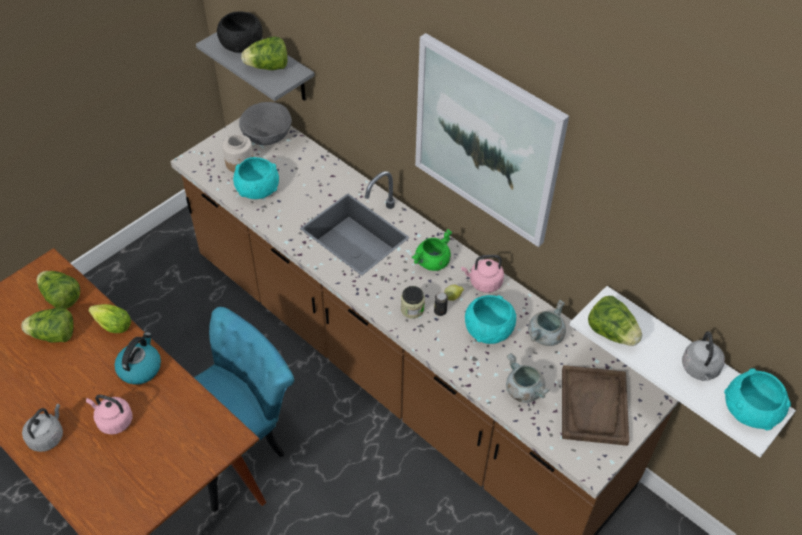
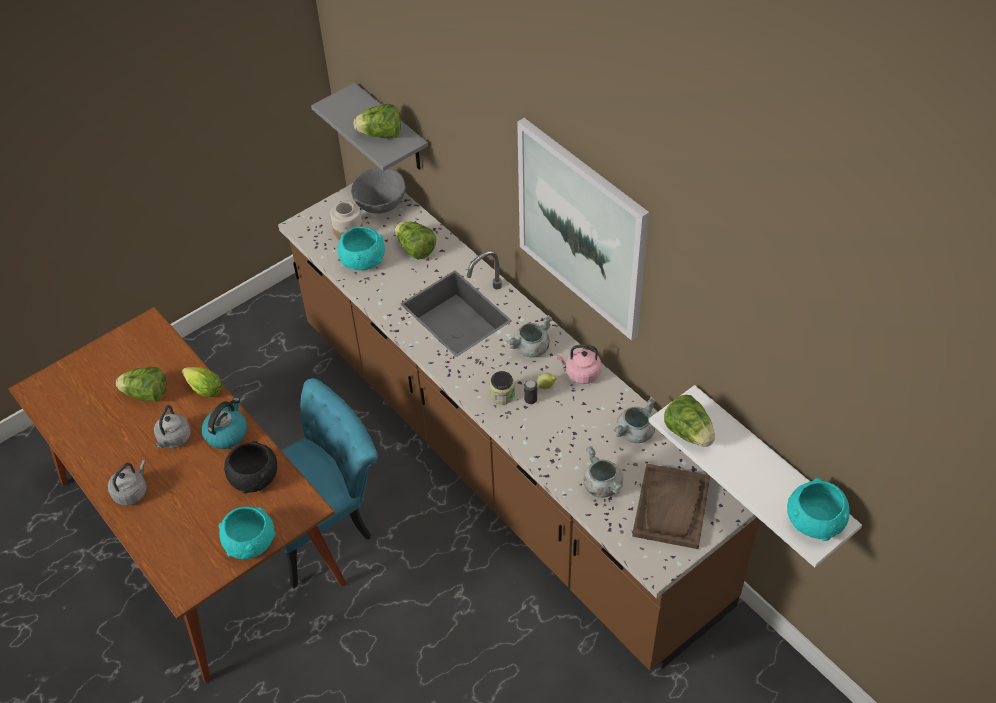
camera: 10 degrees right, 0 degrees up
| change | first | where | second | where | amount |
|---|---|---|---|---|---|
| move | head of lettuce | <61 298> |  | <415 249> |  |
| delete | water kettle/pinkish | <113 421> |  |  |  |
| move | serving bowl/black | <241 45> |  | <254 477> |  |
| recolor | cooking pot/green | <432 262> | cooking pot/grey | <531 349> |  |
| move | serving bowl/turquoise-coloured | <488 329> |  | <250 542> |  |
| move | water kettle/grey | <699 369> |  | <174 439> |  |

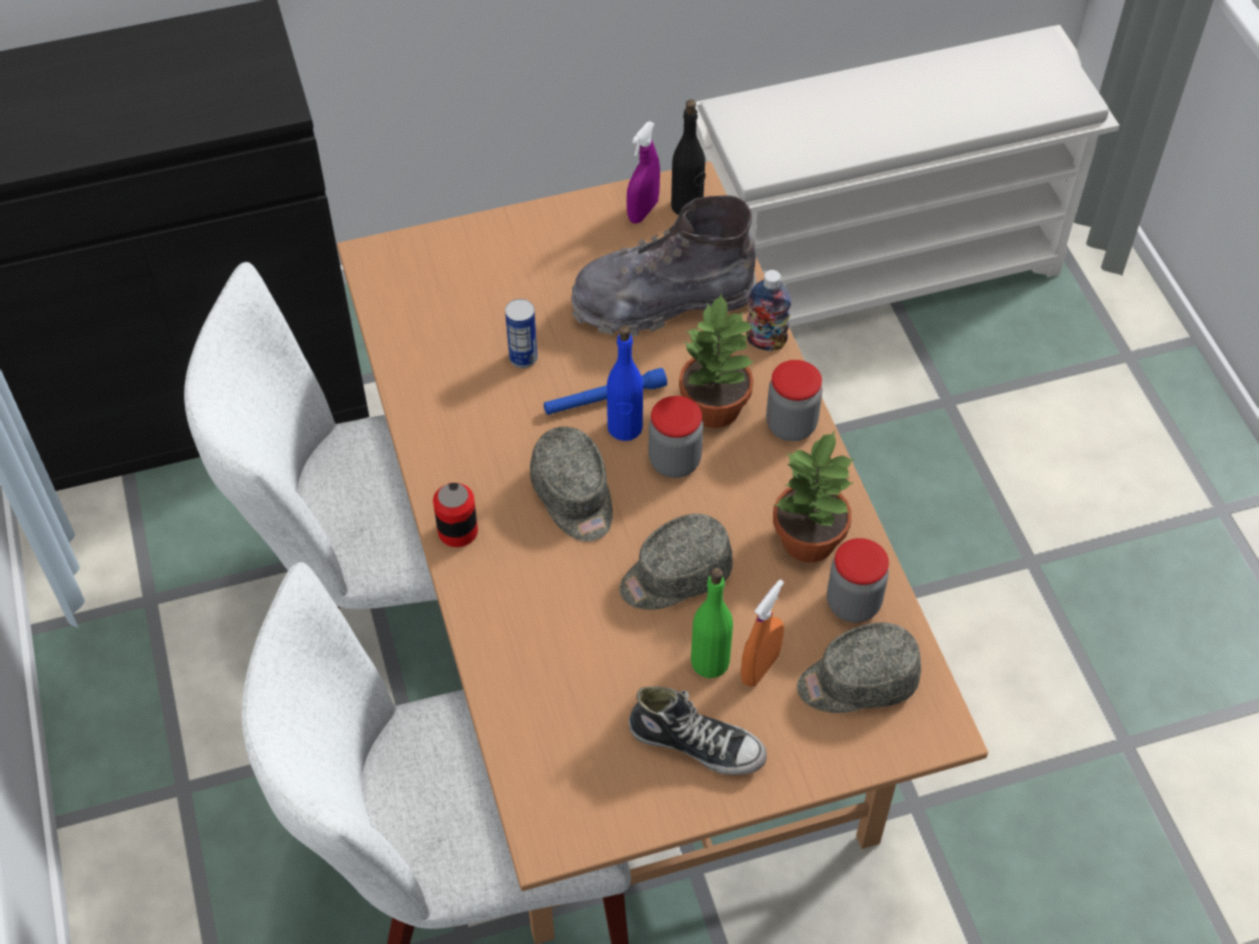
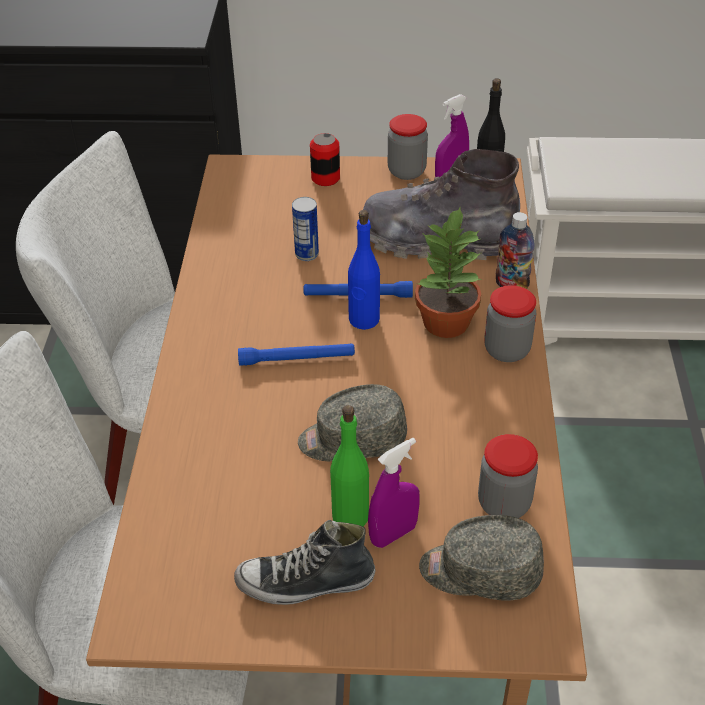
camera: 20 degrees right, 10 degrees down
| change | first | where | second | where | amount |
|---|---|---|---|---|---|
| move | can | <458 531> |  | <325 178> |  |
| replace | cap/grey | <574 497> | hand torch/blue | <297 359> |  |
| rotate | low shoe | <697 744> |  | <305 582> | 135 degrees clockwise |
| move | jar | <674 461> |  | <406 171> |  |
| recolor | hand sprayer/orangey | <760 668> | hand sprayer/purple-coloured | <393 534> |  |
| delete | plant in a pot | <807 540> |  |  |  |

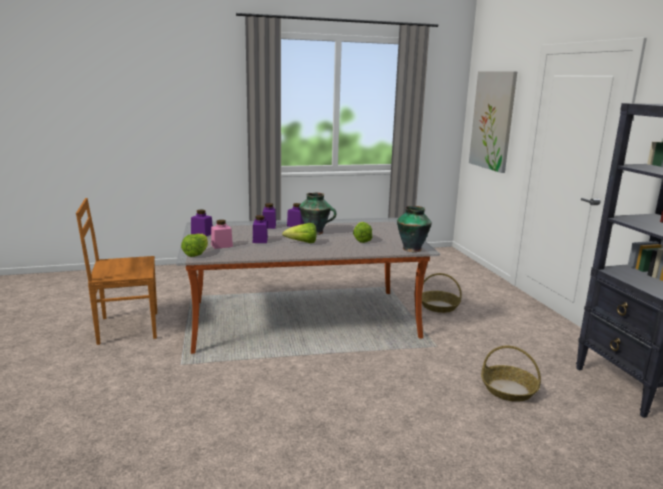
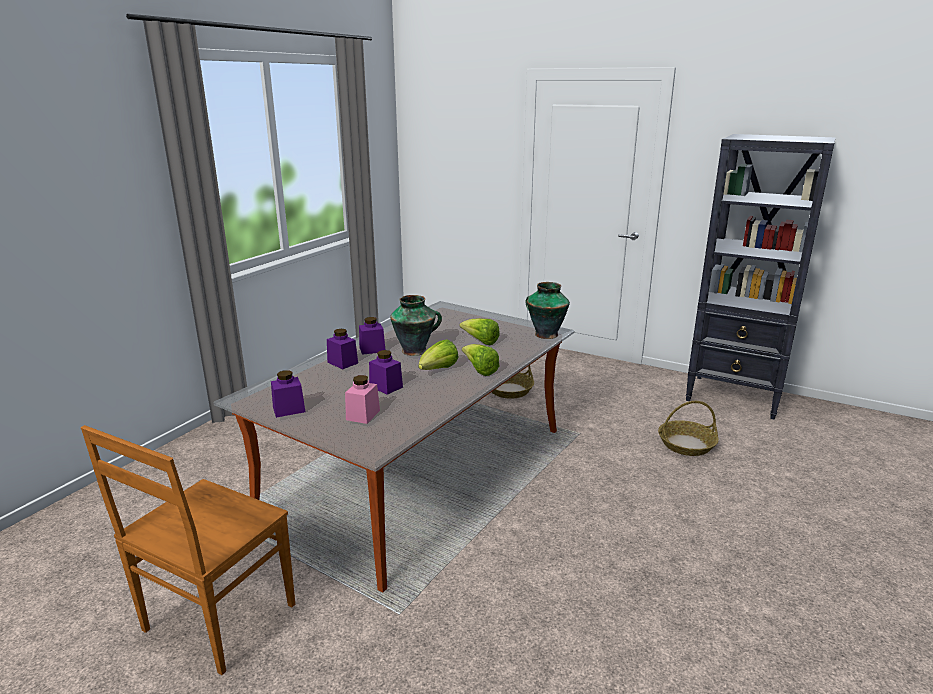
camera: 45 degrees left, 5 degrees up
| change | first | where | second | where | amount |
|---|---|---|---|---|---|
| move | head of lettuce | <196 253> |  | <479 370> |  |
| delete | wall art | <492 120> |  |  |  |

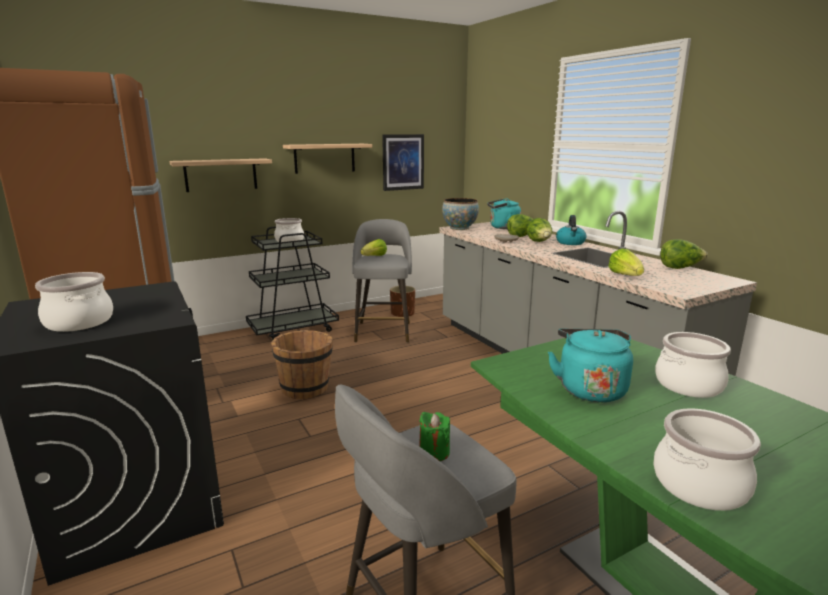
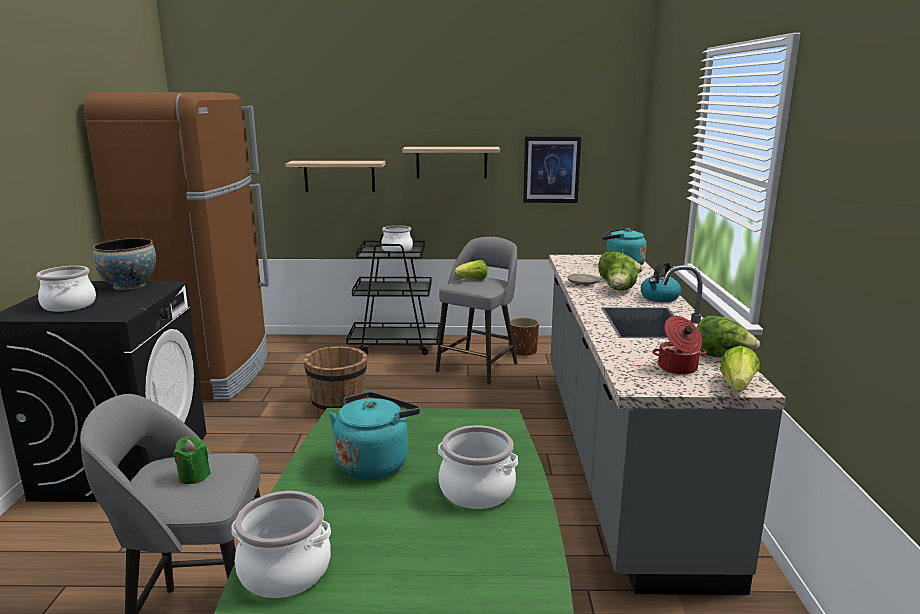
camera: 30 degrees right, 0 degrees up
| change | first | where | second | where | amount |
|---|---|---|---|---|---|
| move | serving bowl | <459 228> |  | <130 286> |  |
| move | head of lettuce | <625 276> |  | <737 386> |  |
| insert |  |  | cooking pot | <678 368> |  |

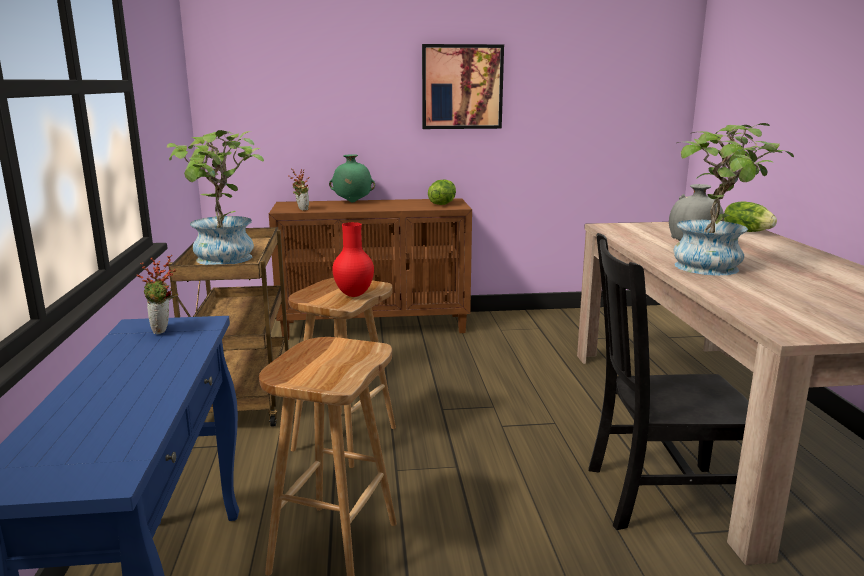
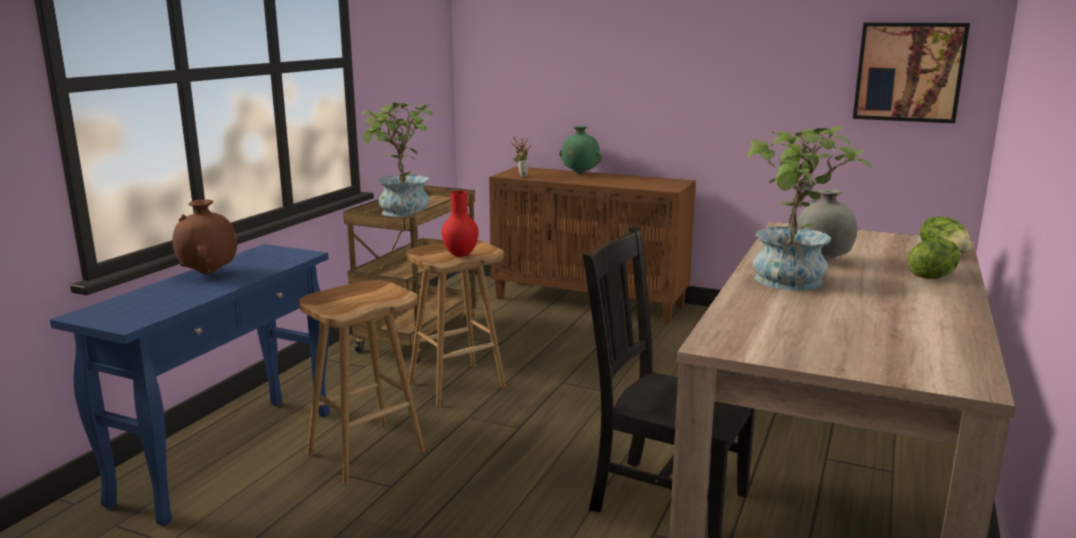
camera: 30 degrees right, 0 degrees up
| change | first | where | second | where | amount |
|---|---|---|---|---|---|
| delete | plant in a pot | <163 330> |  |  |  |
| move | wall art | <462 87> |  | <909 72> |  |
| move | head of lettuce | <442 204> |  | <932 276> |  |
| insert |  |  | flower vase/brown | <209 274> |  |

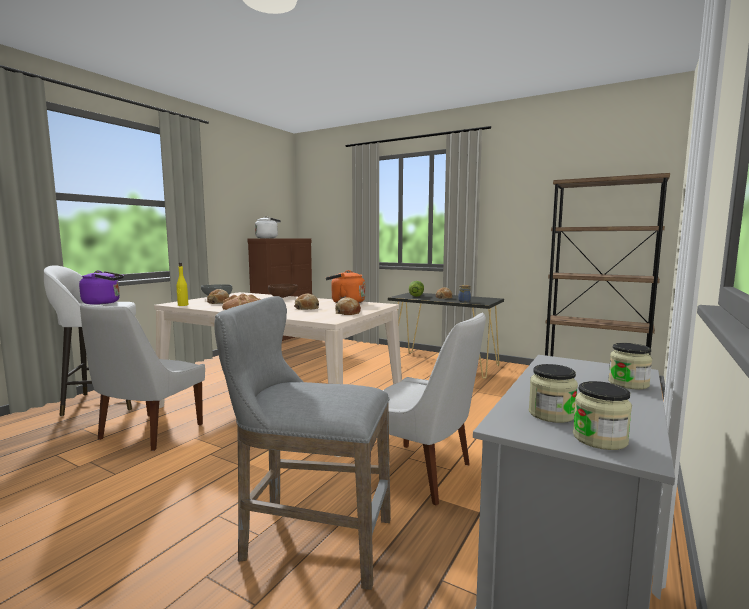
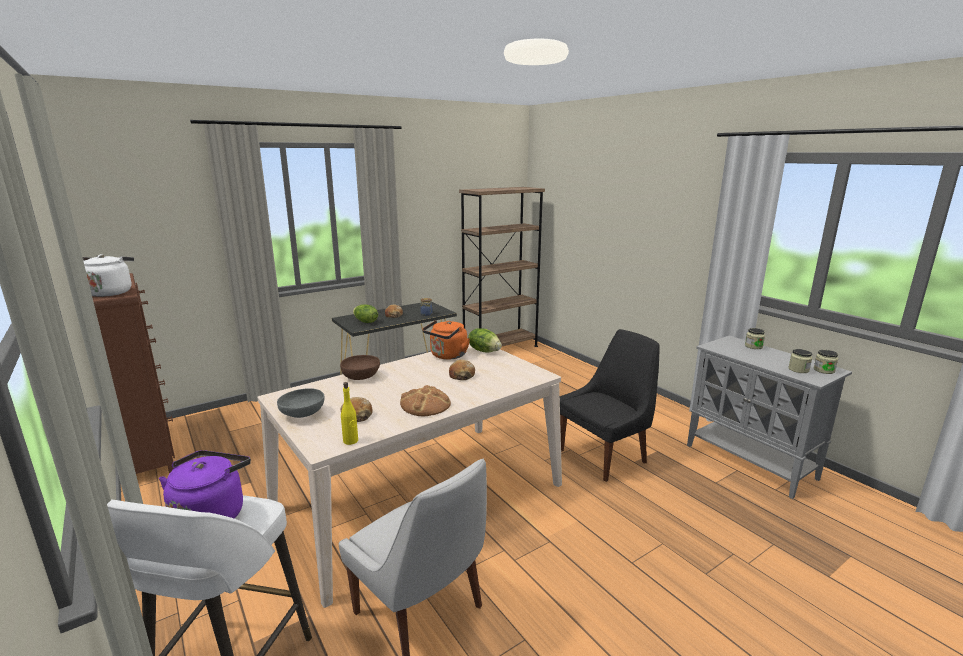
camera: 65 degrees left, 10 degrees up
| change | first | where | second | where | amount |
|---|---|---|---|---|---|
| delete | stool seat/grey | <308 540> |  |  |  |
| delete | bakery bread | <347 313> |  |  |  |
| recolor | plain chair/white | <423 473> | plain chair/black | <604 455> |  |
| insert |  |  | head of lettuce | <484 351> |  |

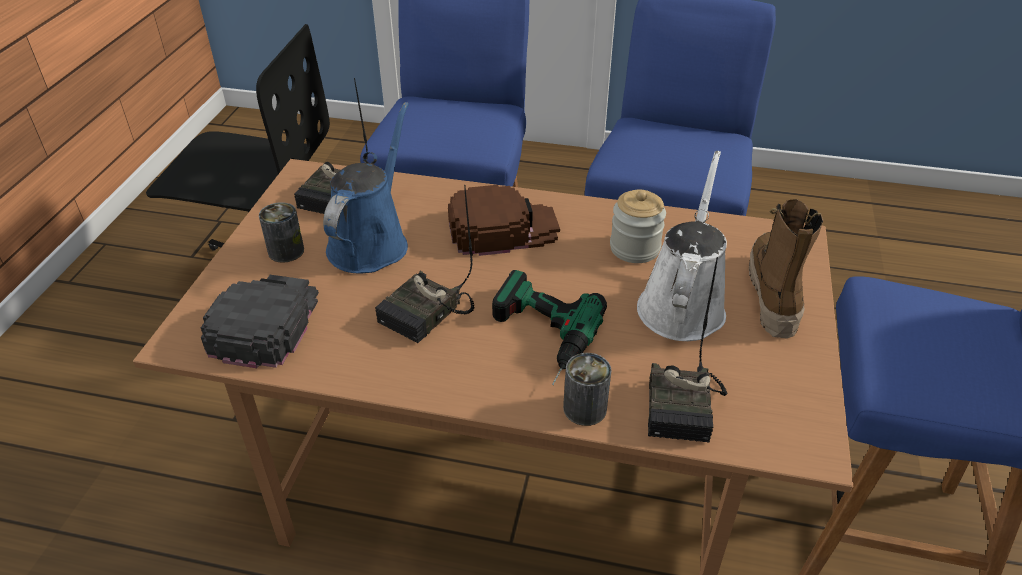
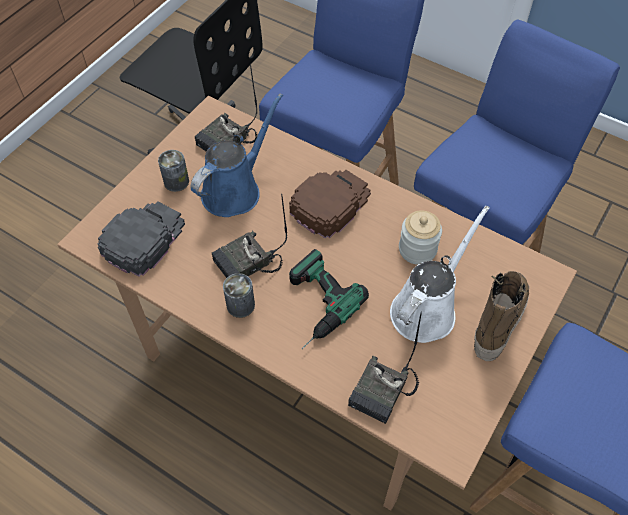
camera: 20 degrees right, 15 degrees up
| change | first | where | second | where | amount |
|---|---|---|---|---|---|
| rotate | cap/brown | <502 228> |  | <330 203> | 60 degrees counterclockwise |
| move | can | <585 408> |  | <240 305> |  |

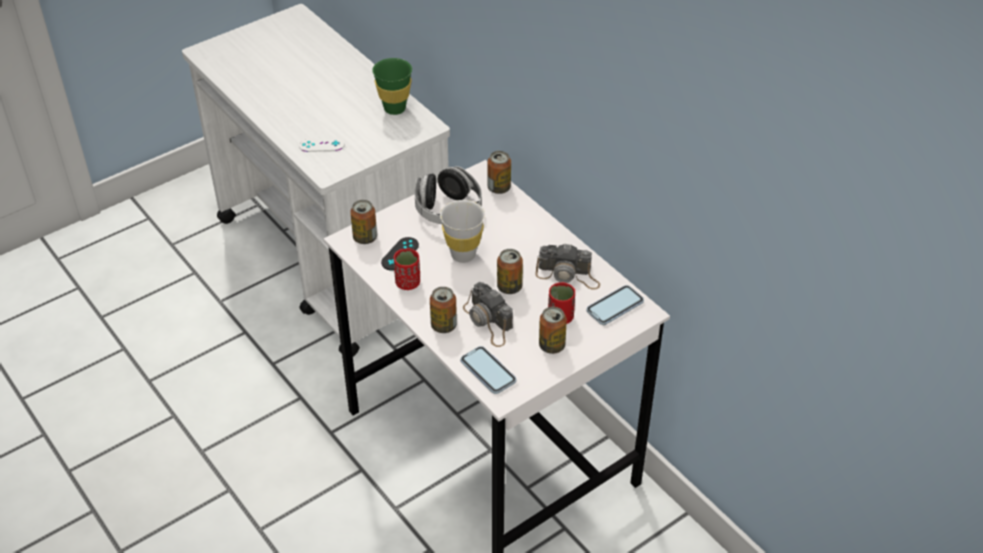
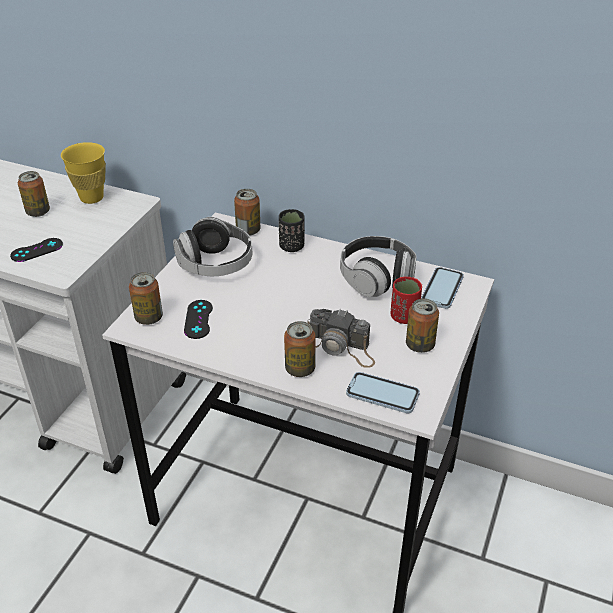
camera: 30 degrees left, 5 degrees down
| change | first | where | second | where | amount |
|---|---|---|---|---|---|
| recolor | joypad/white | <322 145> | joypad/black | <37 250> |  |
| recolor | small cup/green | <394 108> | small cup/yellow-coloured | <92 198> |  |
| delete | small cup/reddish | <408 283> |  |  |  |
| delete | small cup/white | <463 254> |  |  |  |
| move | can | <509 287> |  | <38 212> |  |
| replace | still camera | <568 275> | headphones | <377 279> |  |
| insert |  |  | small cup/black | <291 246> |  |

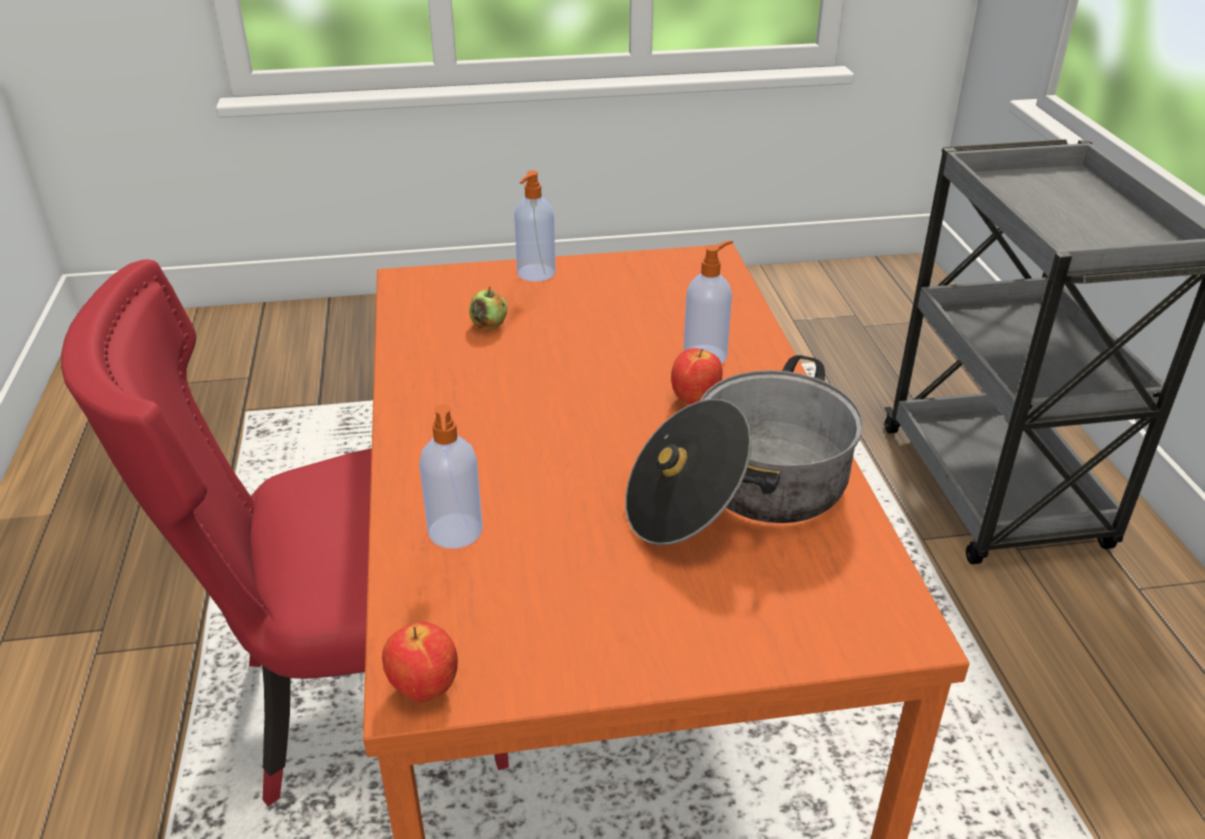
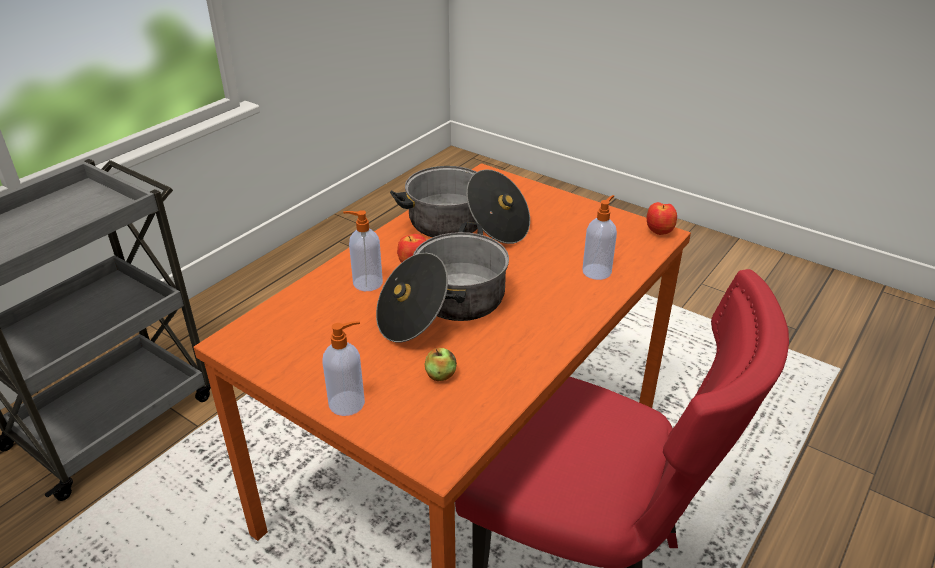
camera: 135 degrees left, 0 degrees up
| change | first | where | second | where | amount |
|---|---|---|---|---|---|
| insert |  |  | cooking pot | <443 307> |  |

